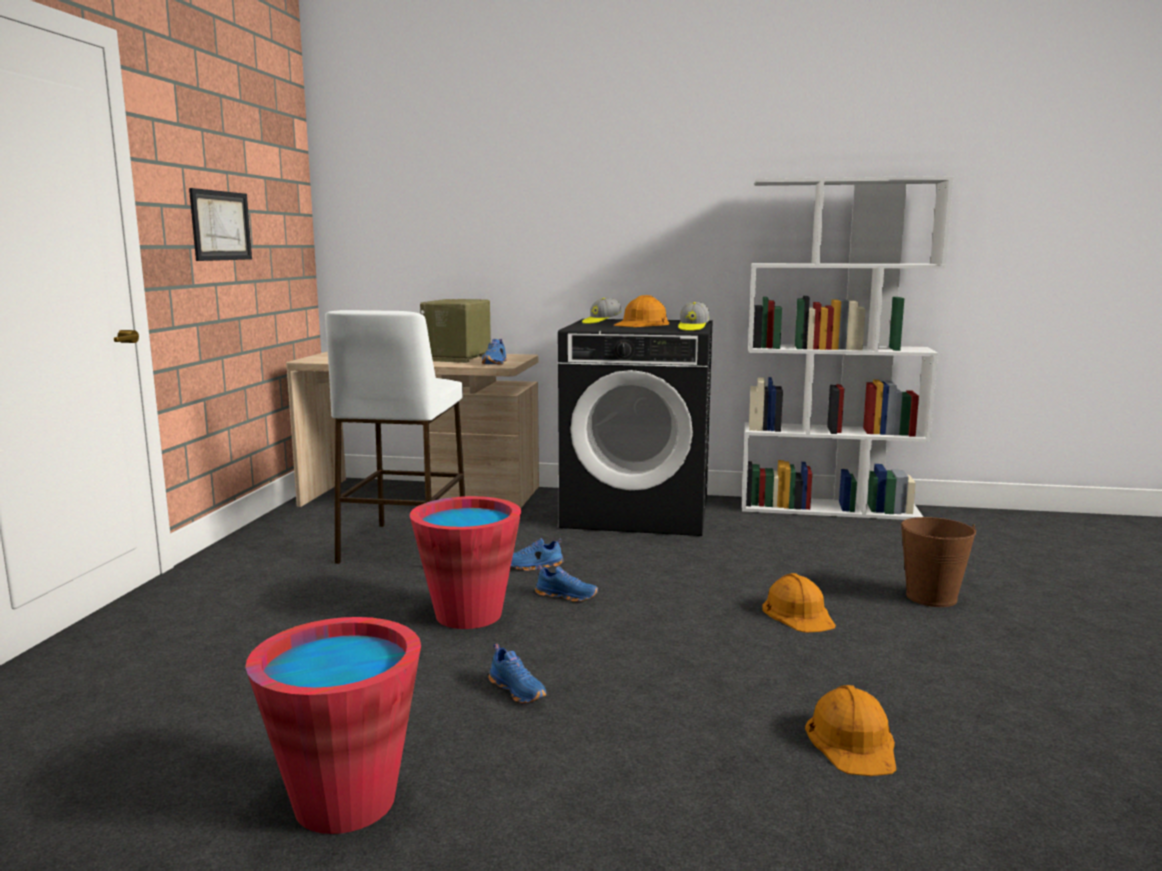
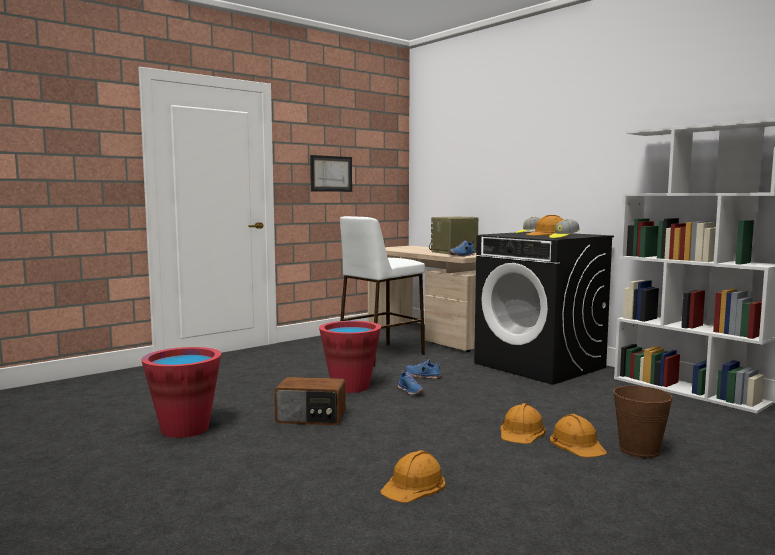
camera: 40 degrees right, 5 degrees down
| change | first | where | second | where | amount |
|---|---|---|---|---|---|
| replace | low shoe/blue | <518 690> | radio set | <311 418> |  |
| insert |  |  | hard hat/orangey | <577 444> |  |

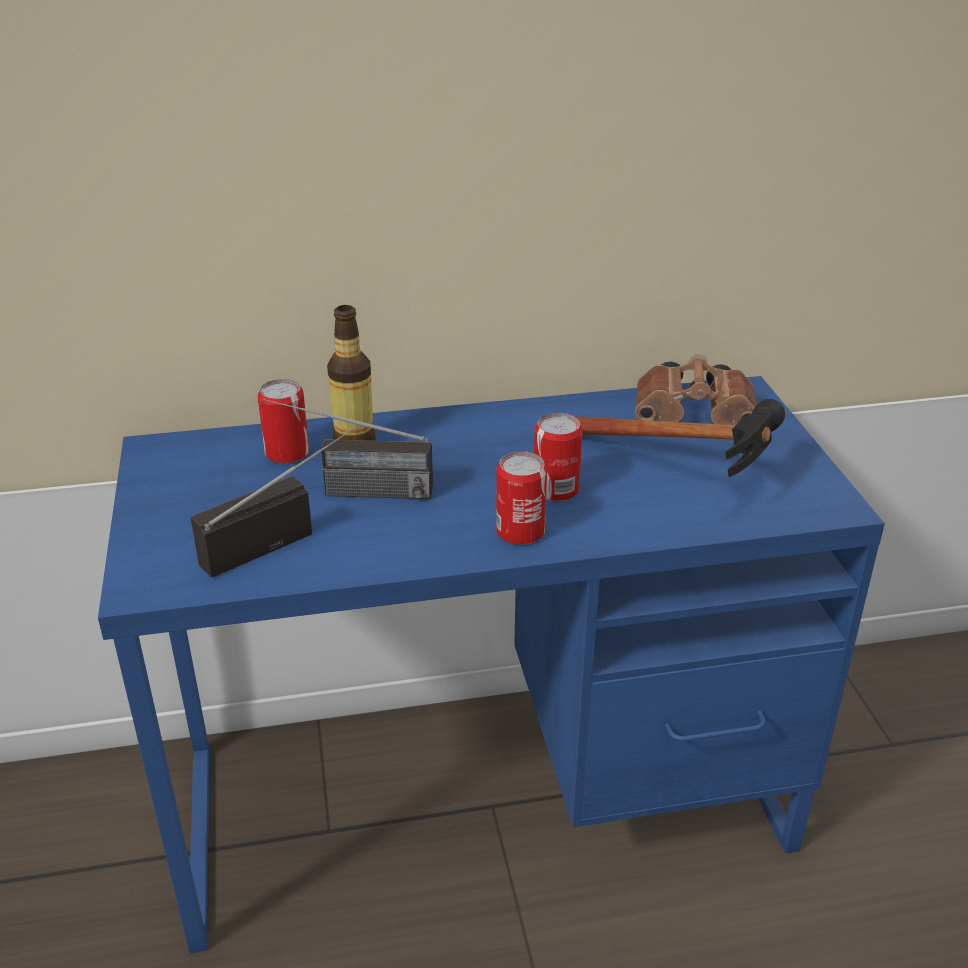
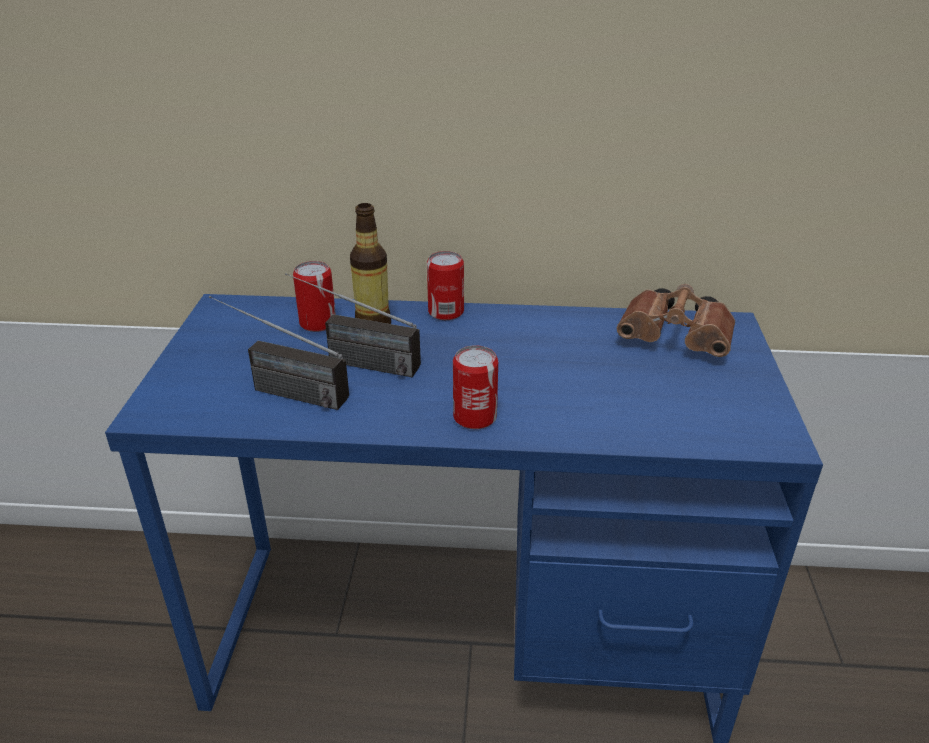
camera: 15 degrees right, 0 degrees up
| change | first | where | second | where | amount |
|---|---|---|---|---|---|
| rotate | radio set | <281 536> |  | <277 390> | 135 degrees counterclockwise |
| move | can | <556 489> |  | <446 312> |  |
| delete | tool hammer | <684 471> |  |  |  |

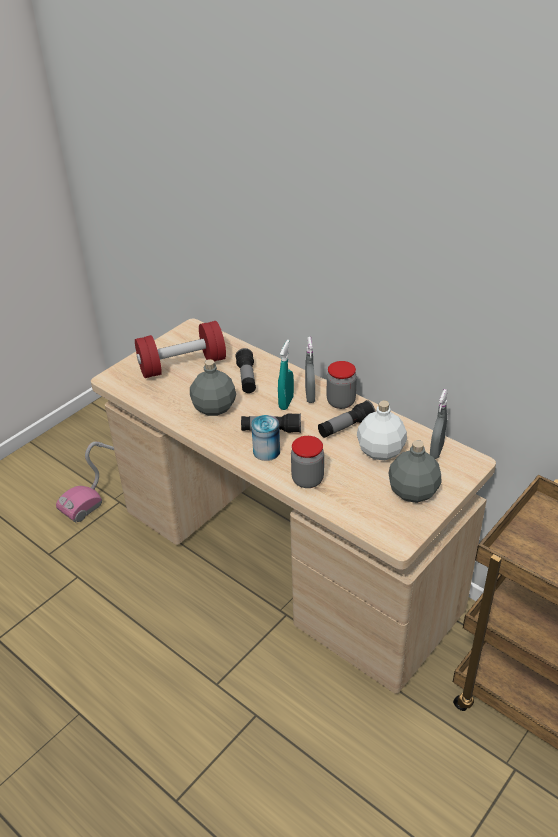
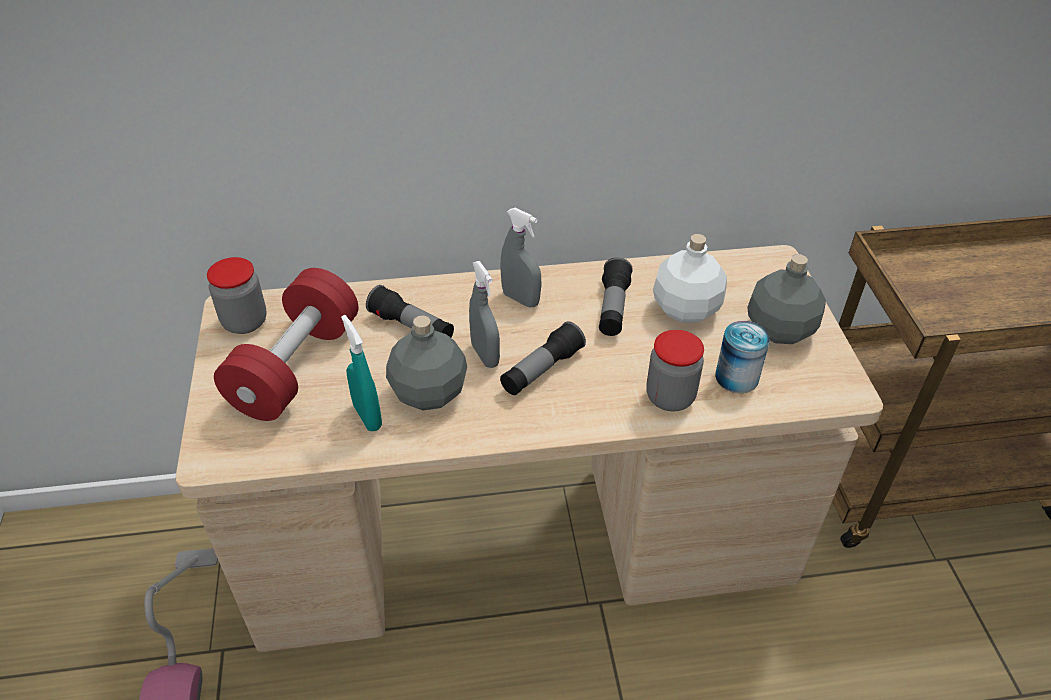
camera: 50 degrees left, 5 degrees up
| change | first | where | second | where | amount |
|---|---|---|---|---|---|
| move | can | <266 451> |  | <737 377> |  |
| move | hand sprayer/turquoise-coloured | <286 403> |  | <367 417> |  |
| move | jar | <341 402> |  | <245 322> |  |
| move | hand sprayer/grey | <436 451> |  | <485 355> |  |

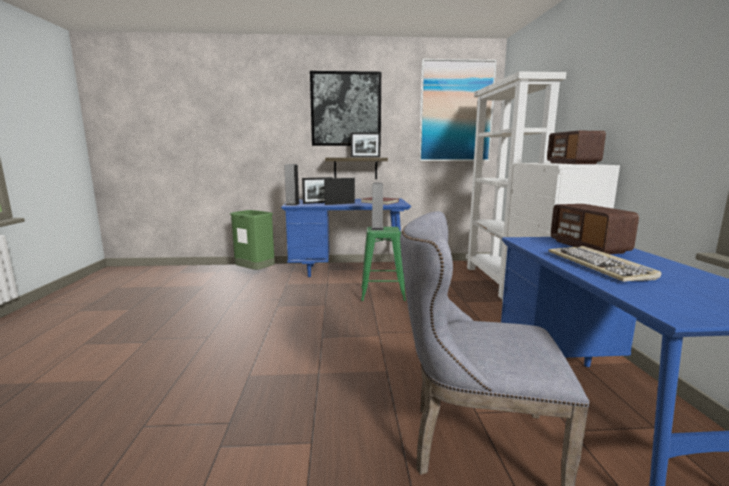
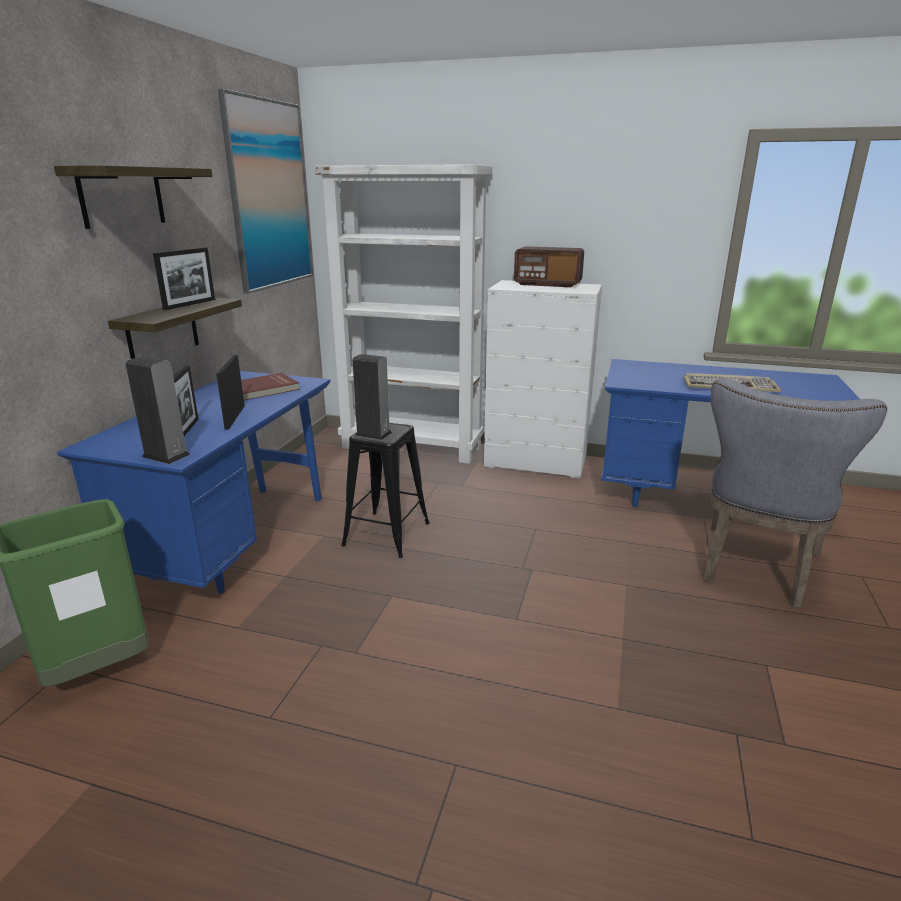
camera: 70 degrees left, 10 degrees up
| change | first | where | second | where | amount |
|---|---|---|---|---|---|
| replace | wall art | <346 109> | wall shelf | <122 196> |  |
| recolor | stool seat/green | <383 294> | stool seat/black | <387 534> |  |
| delete | radio set | <588 247> |  |  |  |

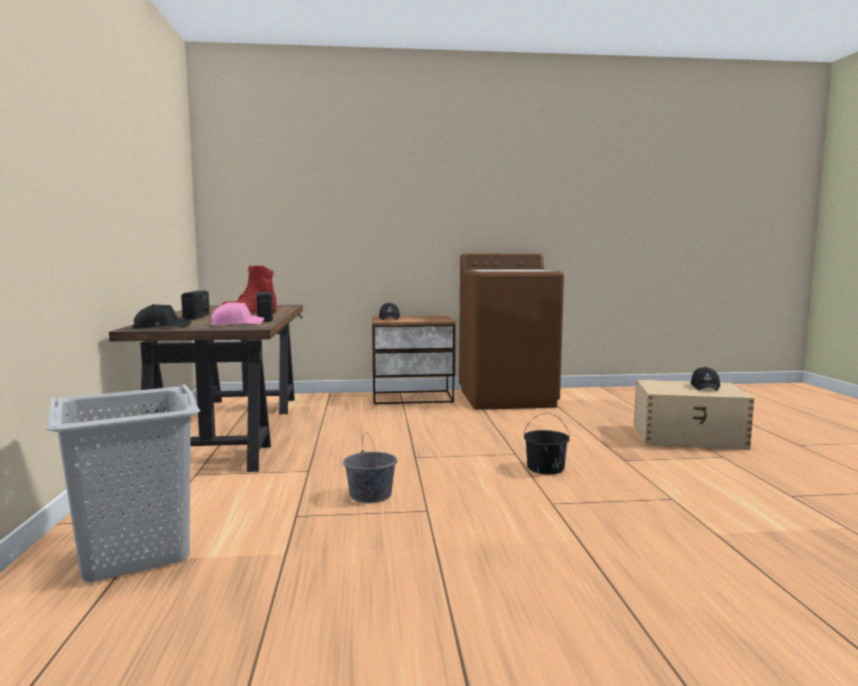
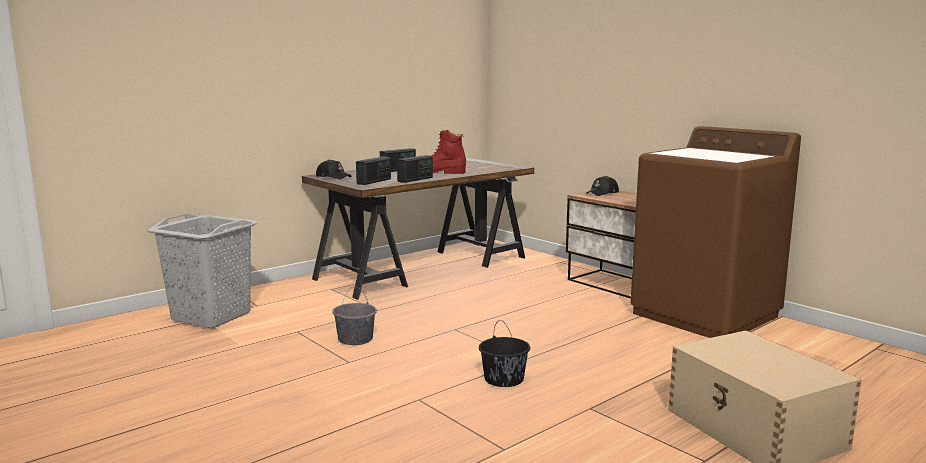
camera: 55 degrees right, 5 degrees up
| change | first | where | second | where | amount |
|---|---|---|---|---|---|
| replace | cap/pinkish | <236 324> | radio set | <374 181> |  |
| delete | cap/black | <705 387> |  |  |  |

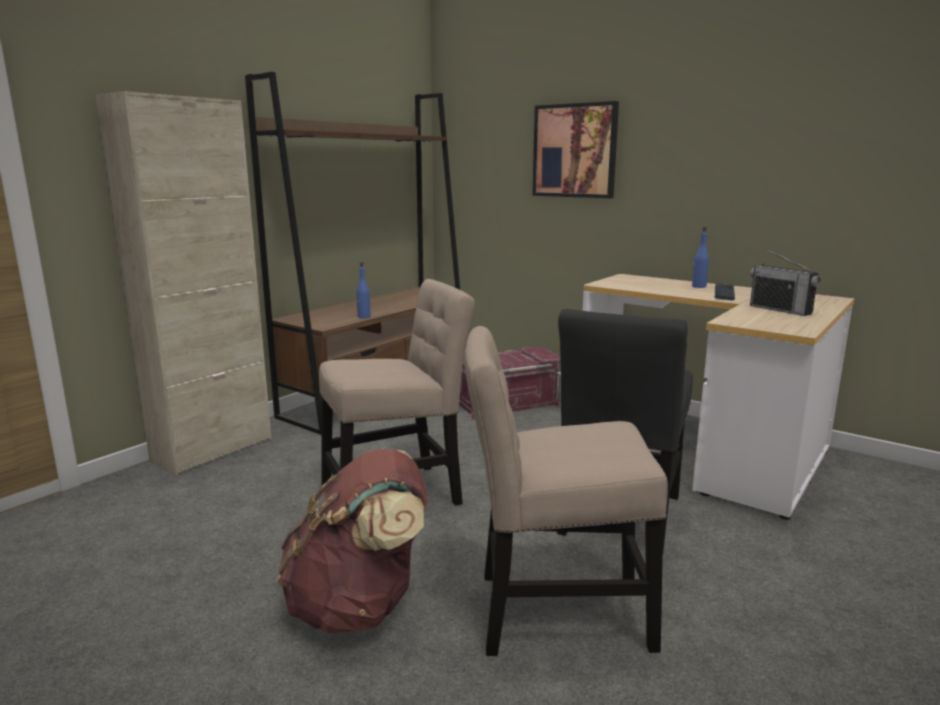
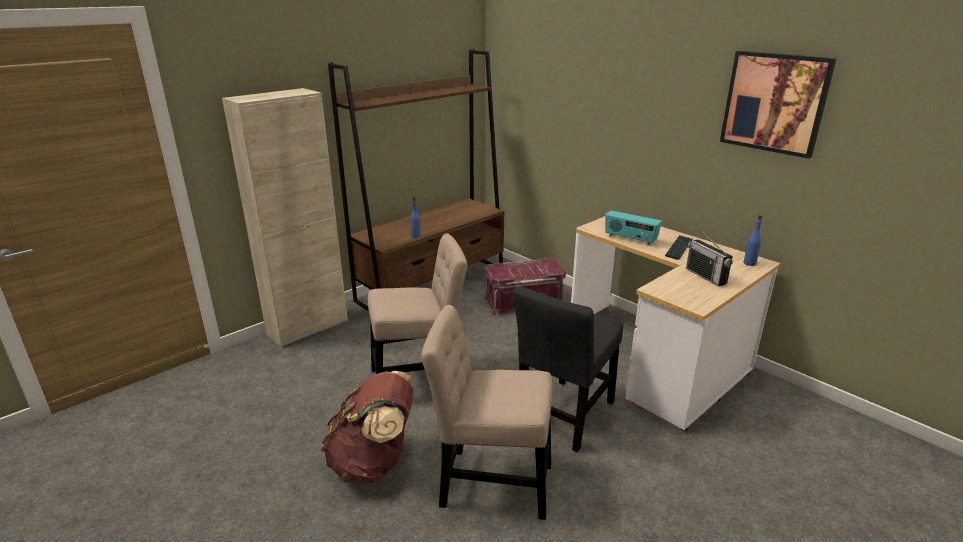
camera: 10 degrees right, 10 degrees up
| change | first | where | second | where | amount |
|---|---|---|---|---|---|
| move | wall art | <575 151> |  | <774 103> |  |
| move | beverage bottle/blue | <698 286> |  | <749 263> |  |
| insert |  |  | radio set | <630 239> |  |

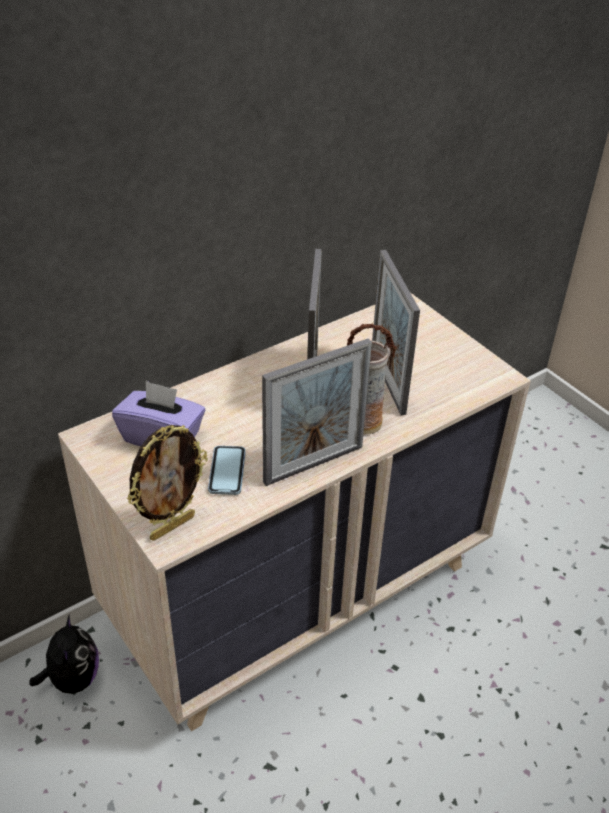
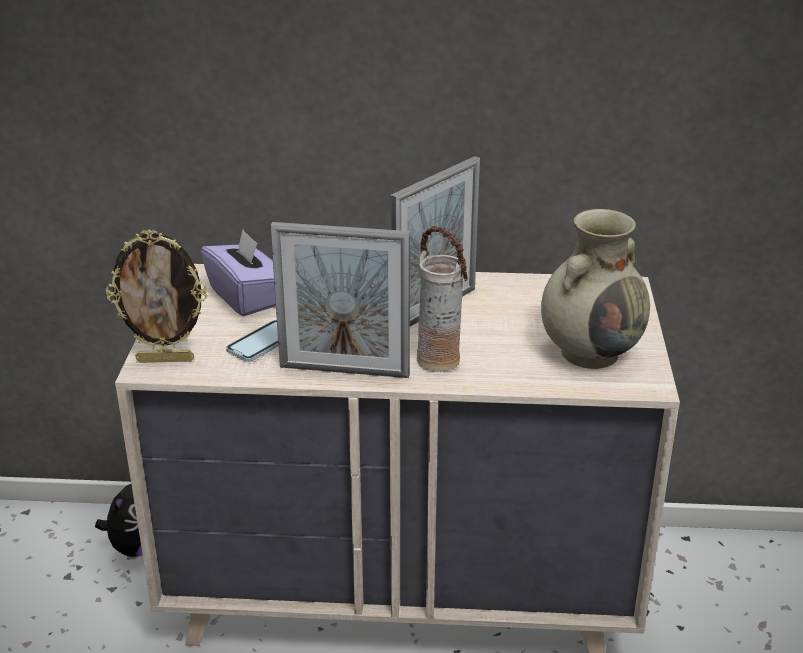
camera: 40 degrees right, 10 degrees down
| change | first | where | second | where | amount |
|---|---|---|---|---|---|
| delete | standing frame | <387 382> |  |  |  |
| insert |  |  | flower vase/beige | <591 352> |  |

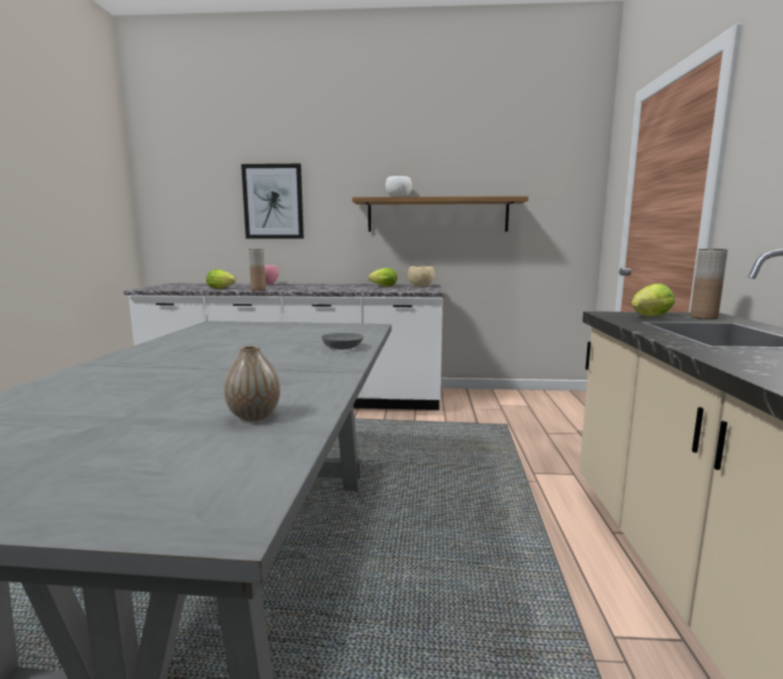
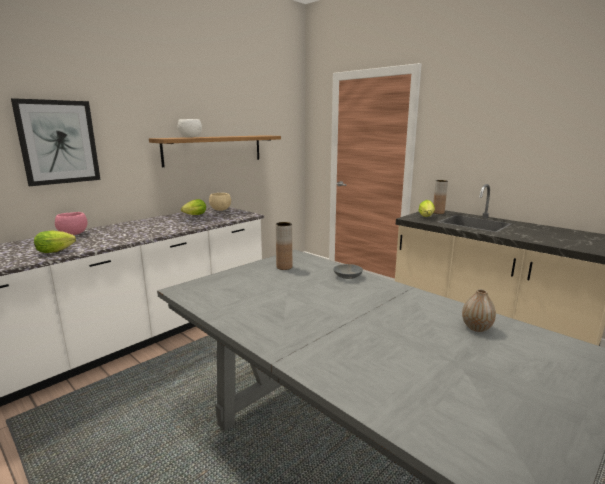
camera: 50 degrees left, 5 degrees up
| change | first | where | second | where | amount |
|---|---|---|---|---|---|
| move | flower vase/brown | <258 290> |  | <284 267> |  |

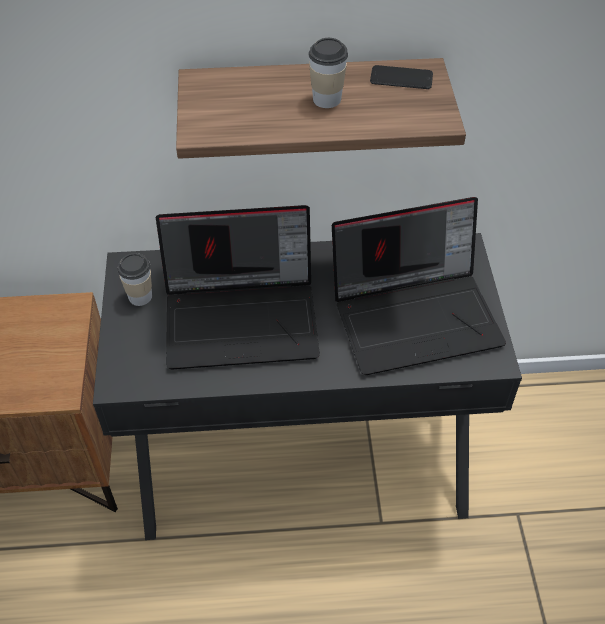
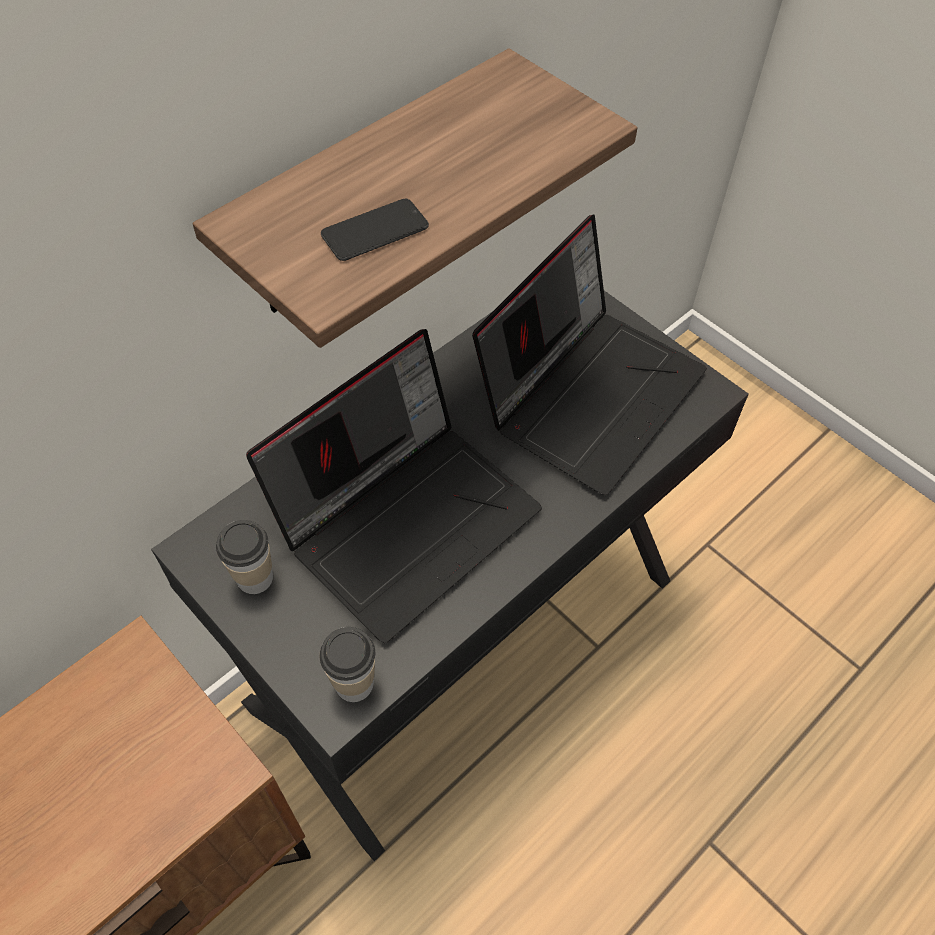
camera: 40 degrees left, 5 degrees up
| change | first | where | second | where | amount |
|---|---|---|---|---|---|
| move | small cup | <327 99> |  | <354 682> |  |
| move | handset | <401 78> |  | <375 231> |  |

